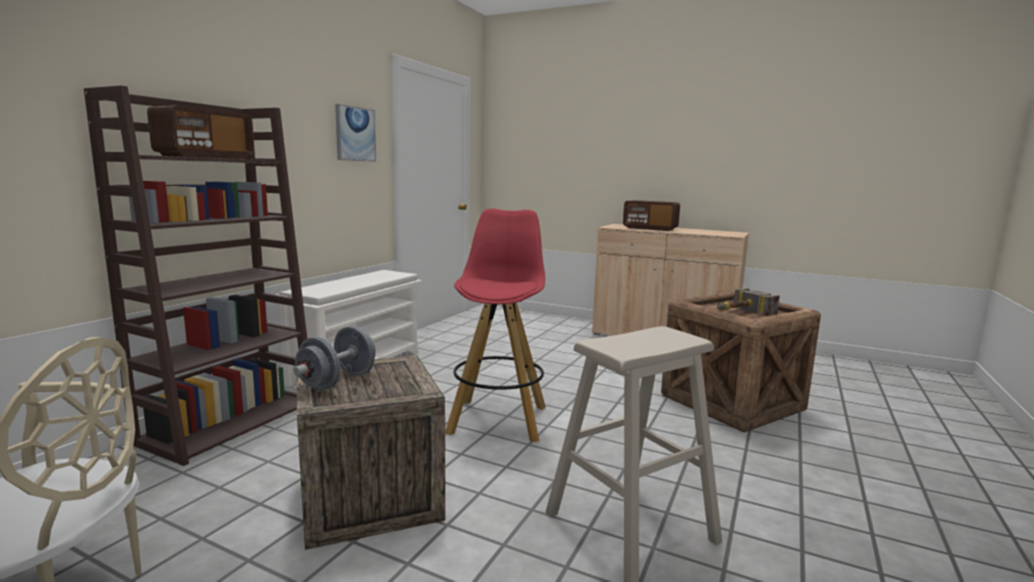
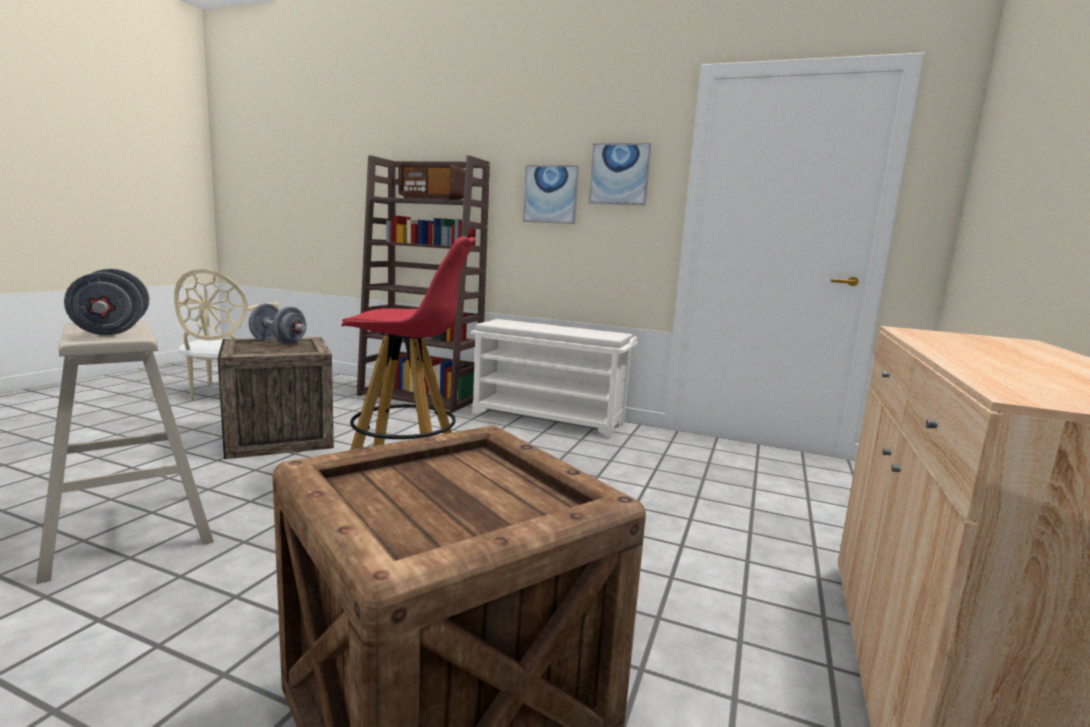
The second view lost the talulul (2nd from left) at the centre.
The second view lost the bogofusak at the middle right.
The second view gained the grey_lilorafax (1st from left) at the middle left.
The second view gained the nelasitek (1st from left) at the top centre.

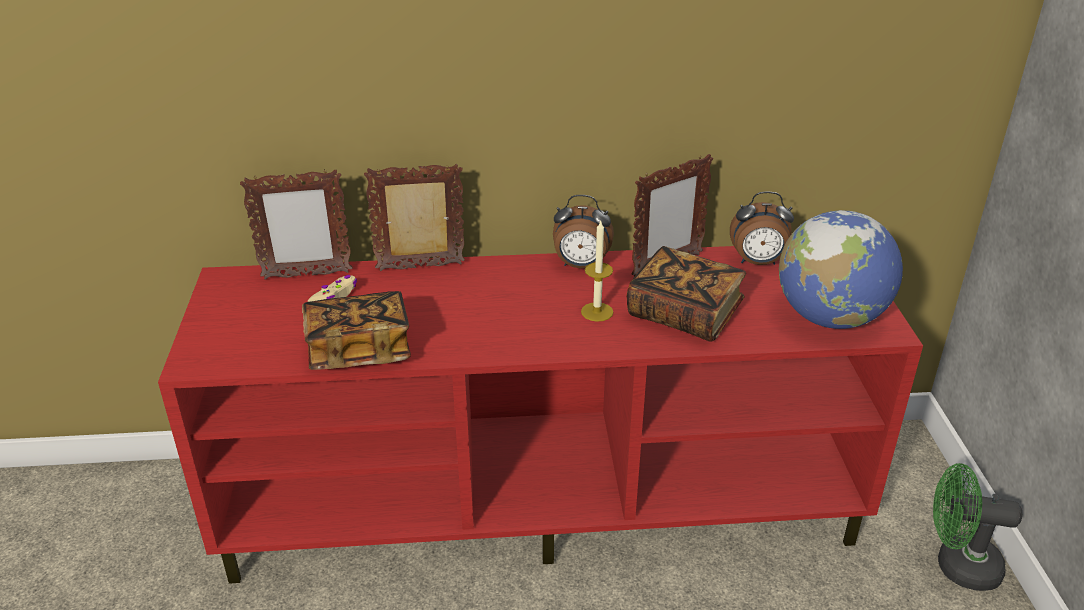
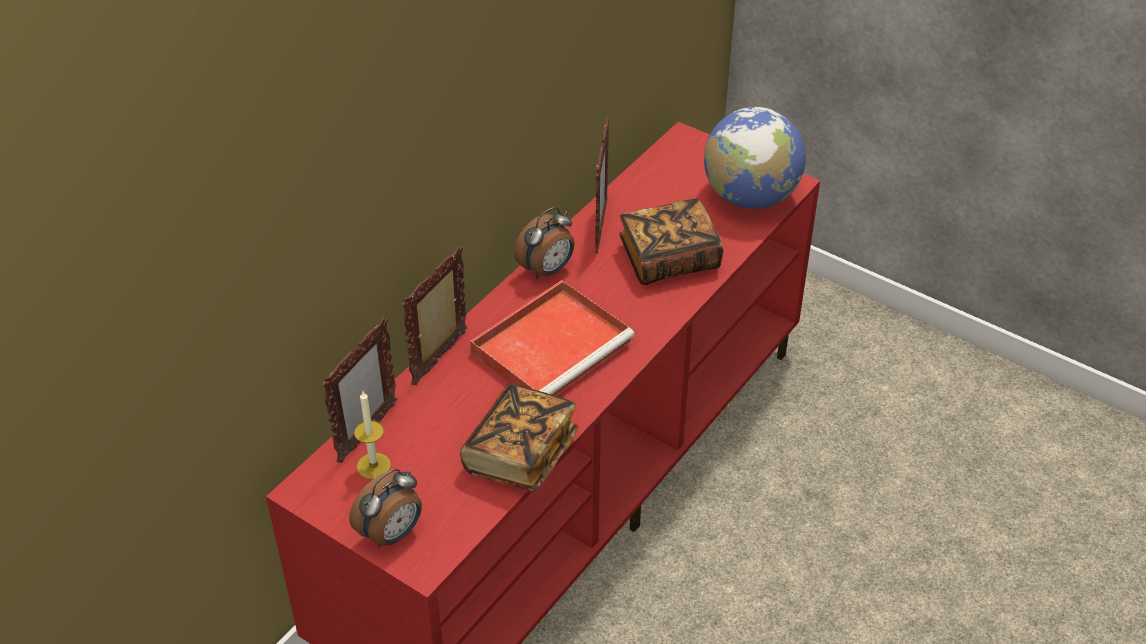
The second view lost the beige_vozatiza at the middle left.
The second view lost the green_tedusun at the bottom right.
The second view gained the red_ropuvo at the centre.
The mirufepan ended up elsewhere, having gone from the centre to the bottom left.
The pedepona (2nd from left in the first image) ended up elsewhere, having gone from the middle right to the bottom centre.

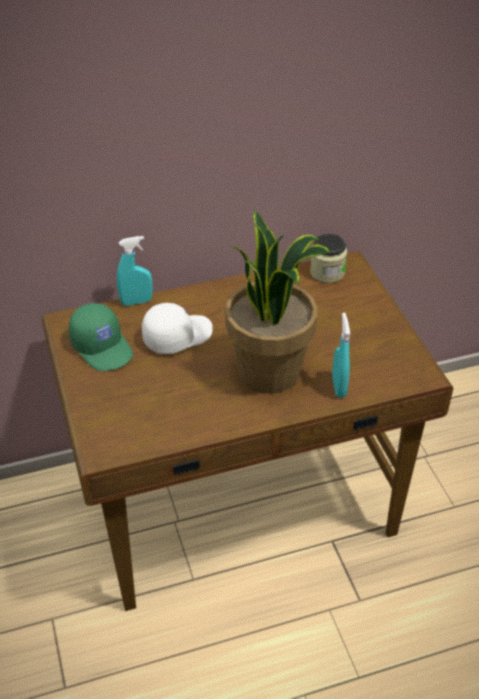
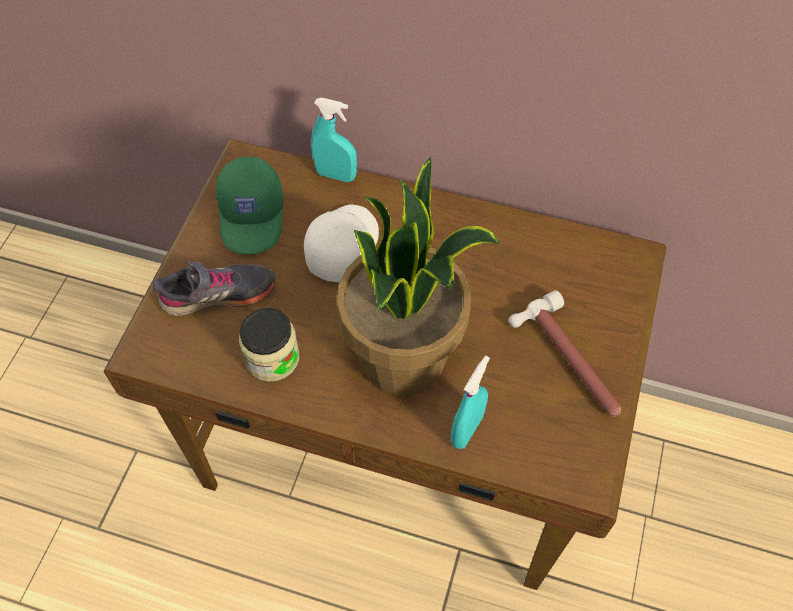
The second view gained the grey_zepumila at the middle left.
The second view gained the bogofusak at the middle right.
The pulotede ended up elsewhere, having gone from the middle right to the centre.
The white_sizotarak at the centre ended up facing another way, 75 degrees counterclockwise from before.

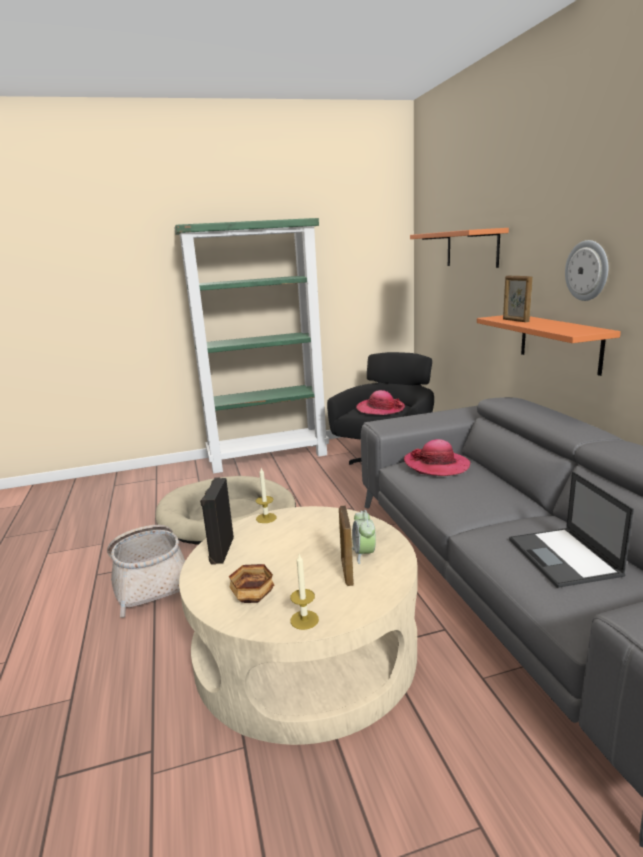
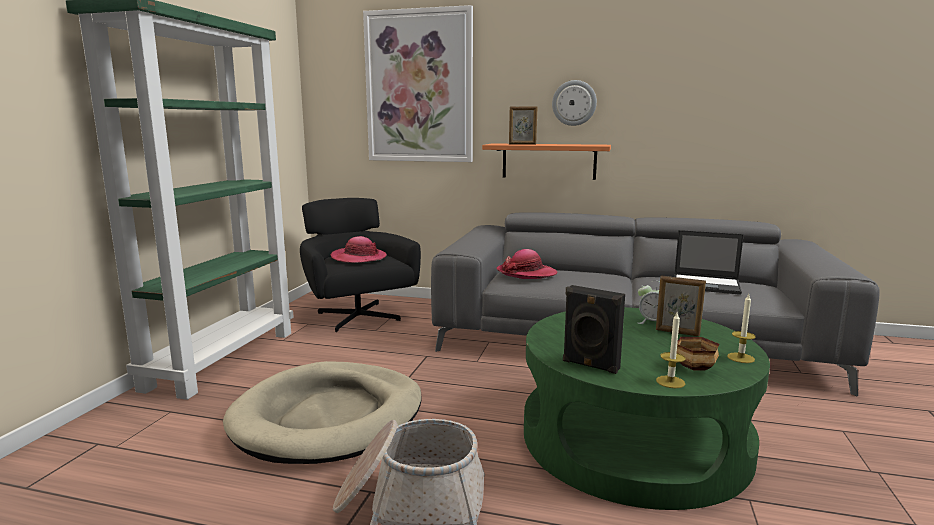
The mirufepan (1st from left) ended up elsewhere, having gone from the centre to the bottom right.
Where the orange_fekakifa (1st from left) hung at the top right, the nelasitek came to hang at the top centre.
What was the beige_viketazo at the bottom centre turned into the green_viketazo at the bottom right.

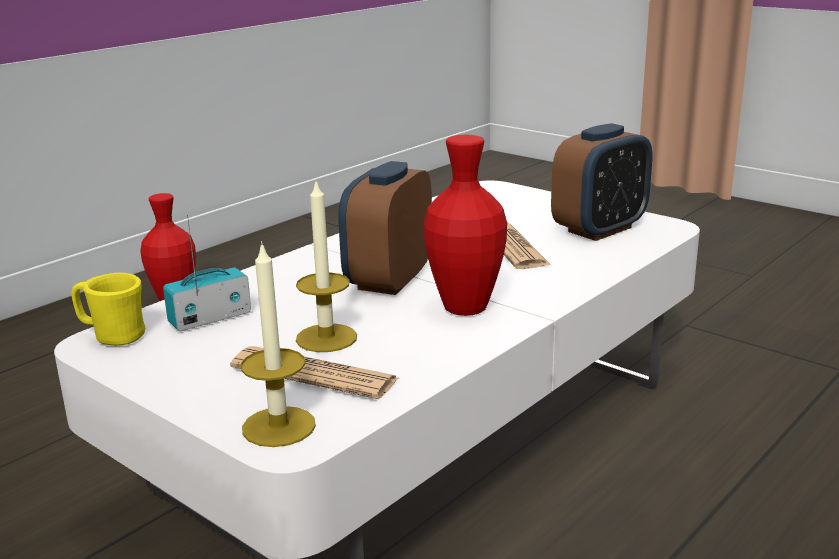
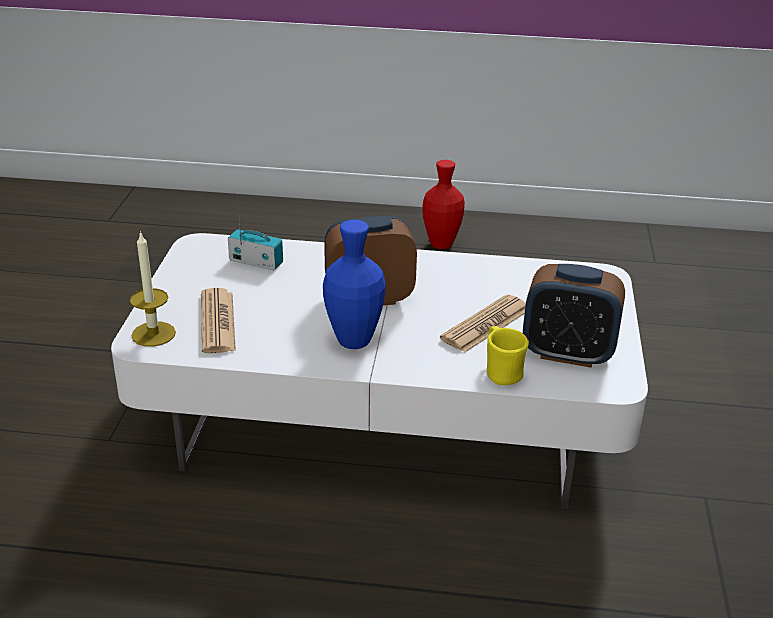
The second view lost the mirufepan (2nd from left) at the centre.
The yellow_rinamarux ended up elsewhere, having gone from the middle left to the centre.
What was the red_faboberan (2nd from left) at the centre turned into the blue_faboberan at the centre.

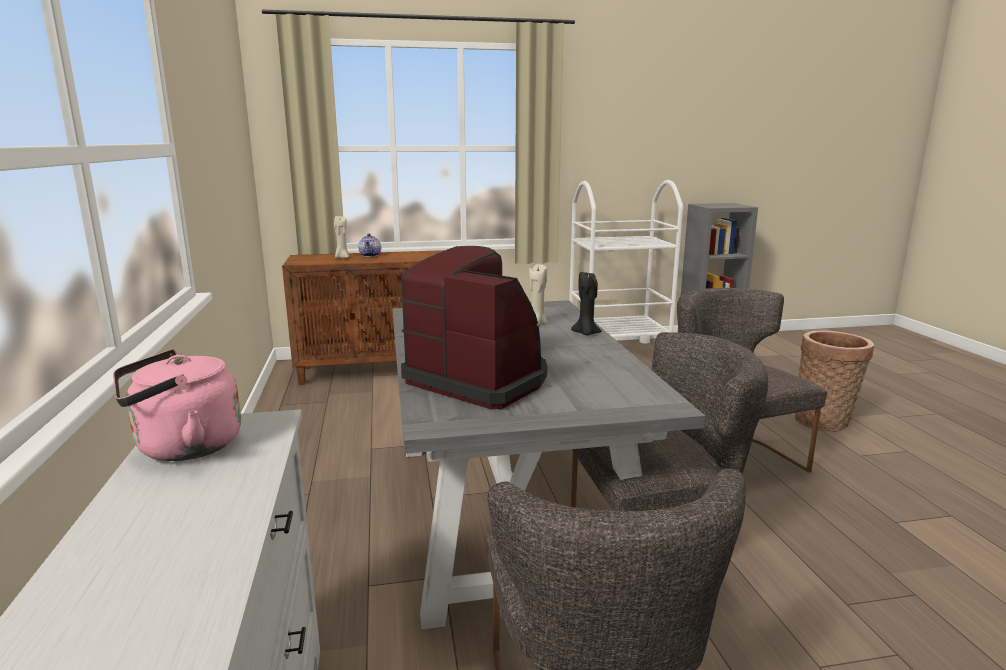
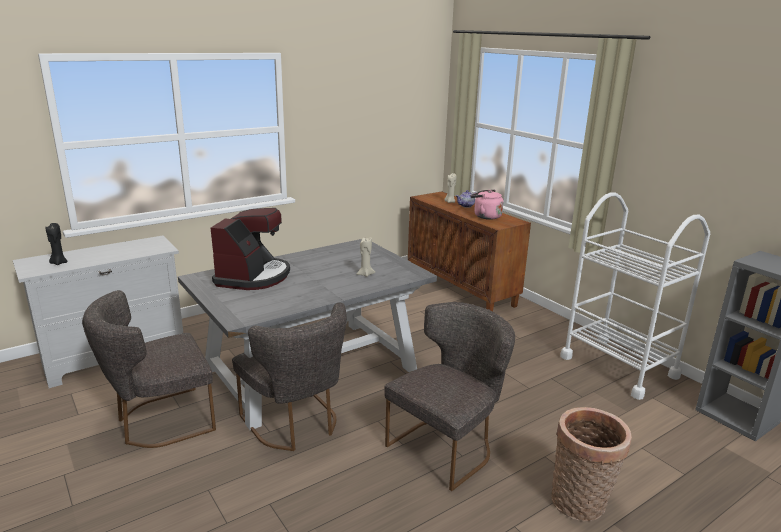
The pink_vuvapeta ended up elsewhere, having gone from the middle left to the centre.
The black_mirufepan ended up elsewhere, having gone from the centre to the middle left.

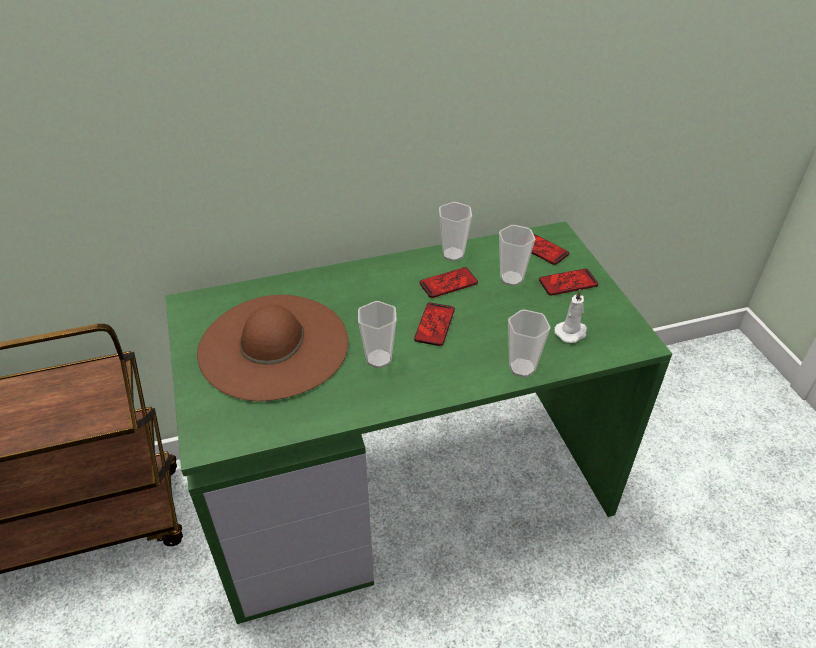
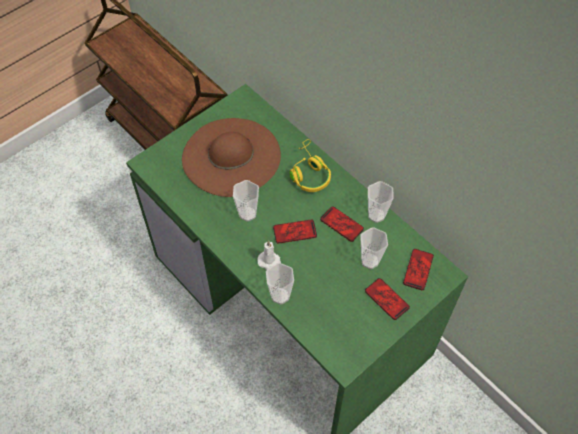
The second view gained the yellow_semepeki at the centre.
The white_mirufepan ended up elsewhere, having gone from the middle right to the centre.

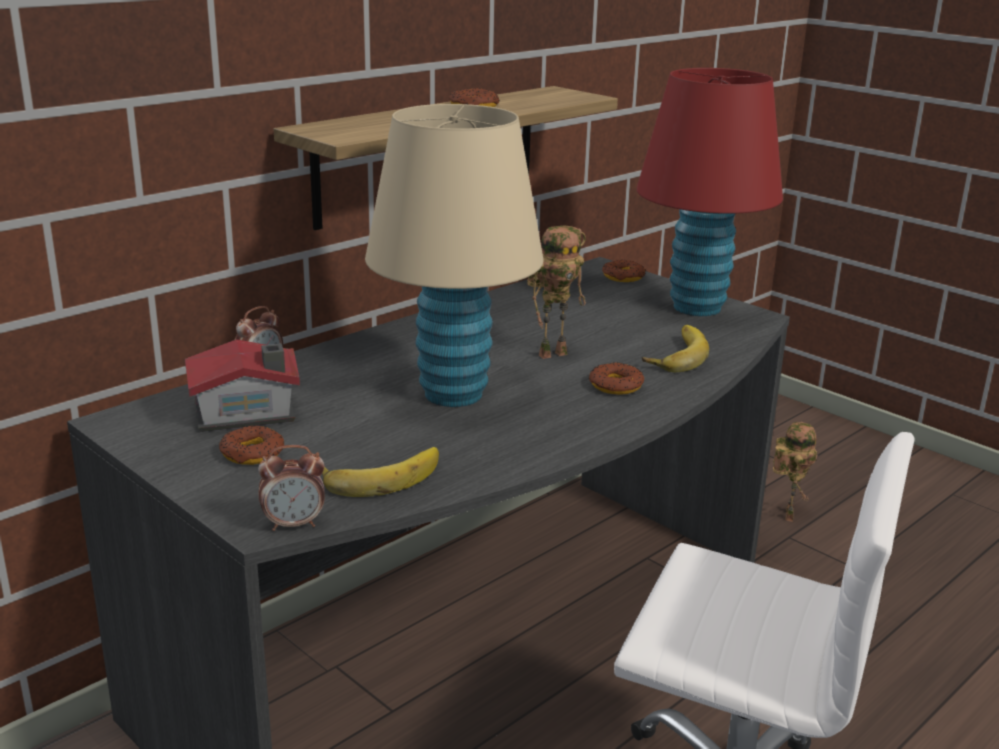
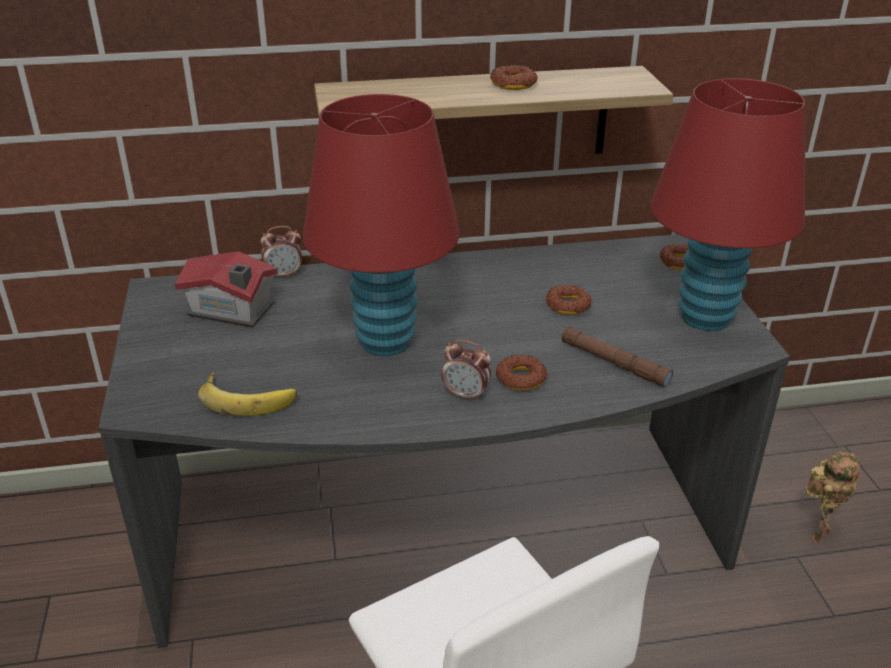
The second view lost the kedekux (1st from left) at the centre.
The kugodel (1st from left in the first image) ended up elsewhere, having gone from the middle left to the centre.
The pedepona (2nd from left) ended up elsewhere, having gone from the middle left to the centre.
Where the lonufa (2nd from left) stood at the middle right, the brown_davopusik came to stand at the middle right.
What was the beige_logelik at the centre turned into the red_logelik (1st from left) at the centre.

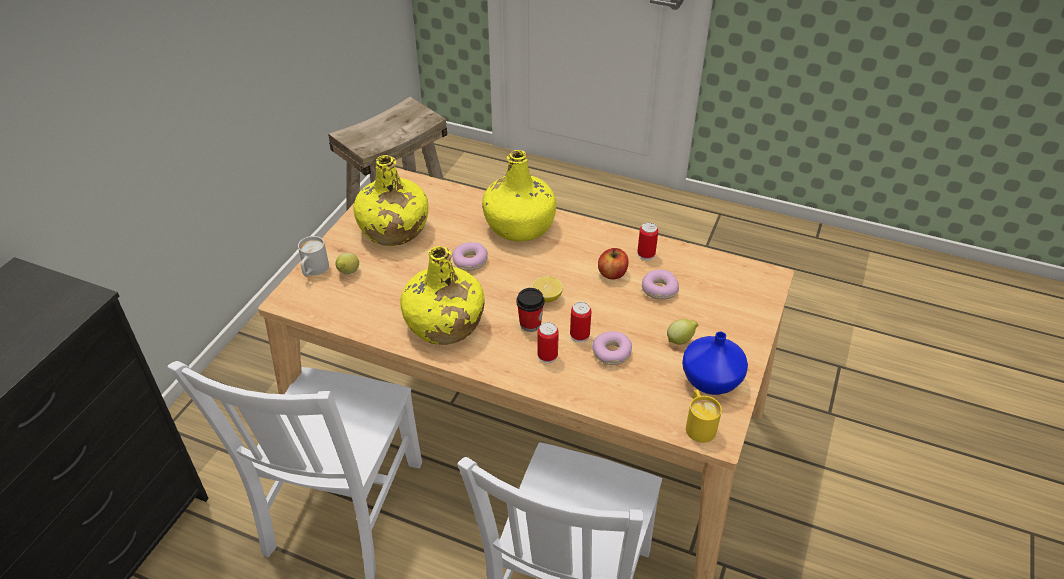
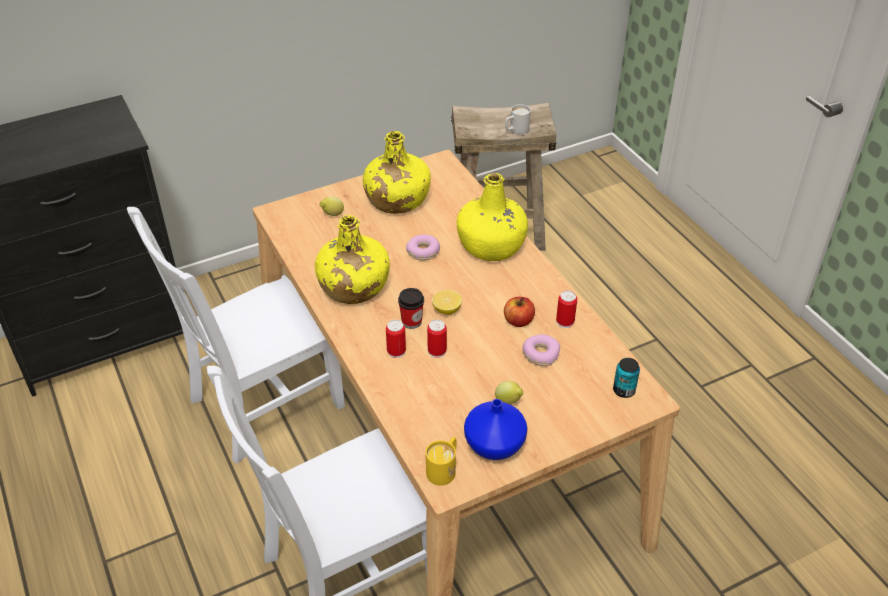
The second view lost the kugodel (2nd from left) at the centre.
The second view gained the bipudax (4th from left) at the middle right.
The white_rinamarux ended up elsewhere, having gone from the middle left to the top centre.

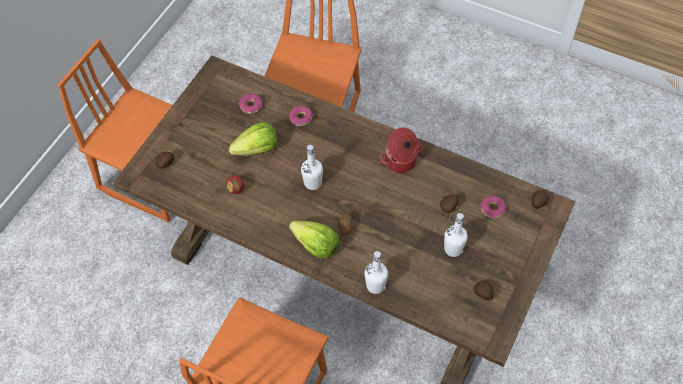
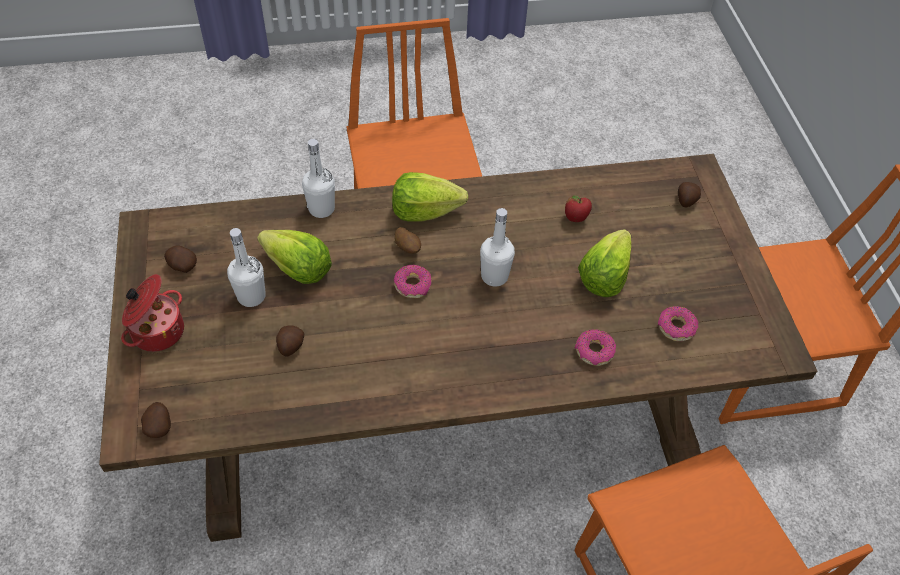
The second view gained the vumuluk (1st from left) at the middle left.
The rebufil ended up elsewhere, having gone from the centre to the middle left.
The kugodel (3rd from left in the first image) ended up elsewhere, having gone from the middle right to the centre.

